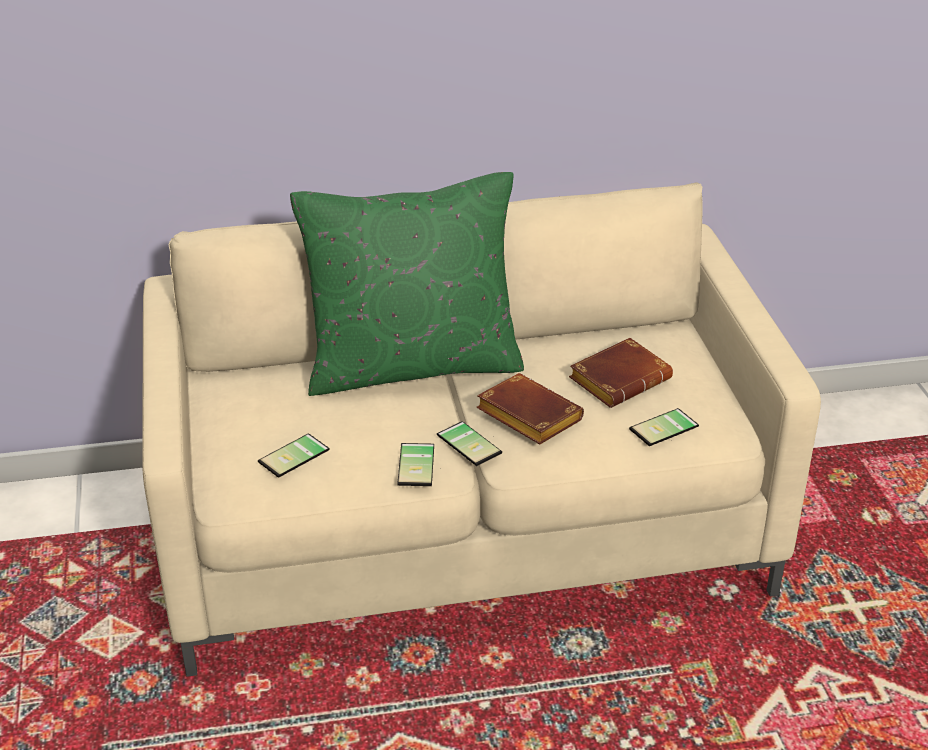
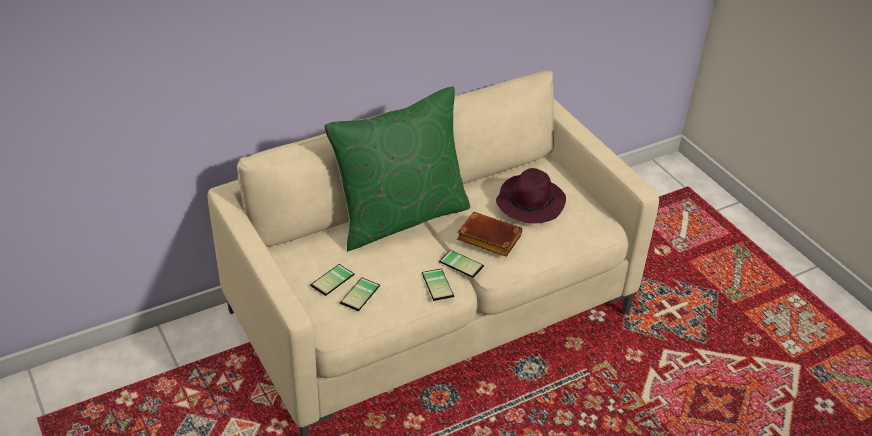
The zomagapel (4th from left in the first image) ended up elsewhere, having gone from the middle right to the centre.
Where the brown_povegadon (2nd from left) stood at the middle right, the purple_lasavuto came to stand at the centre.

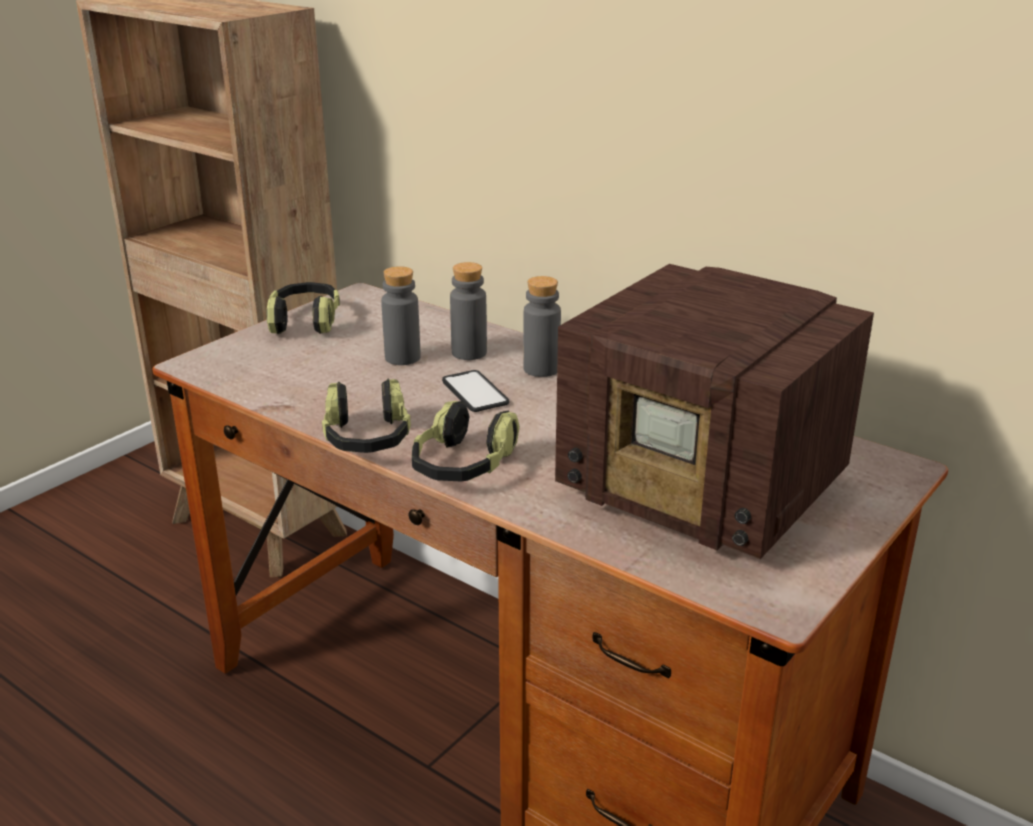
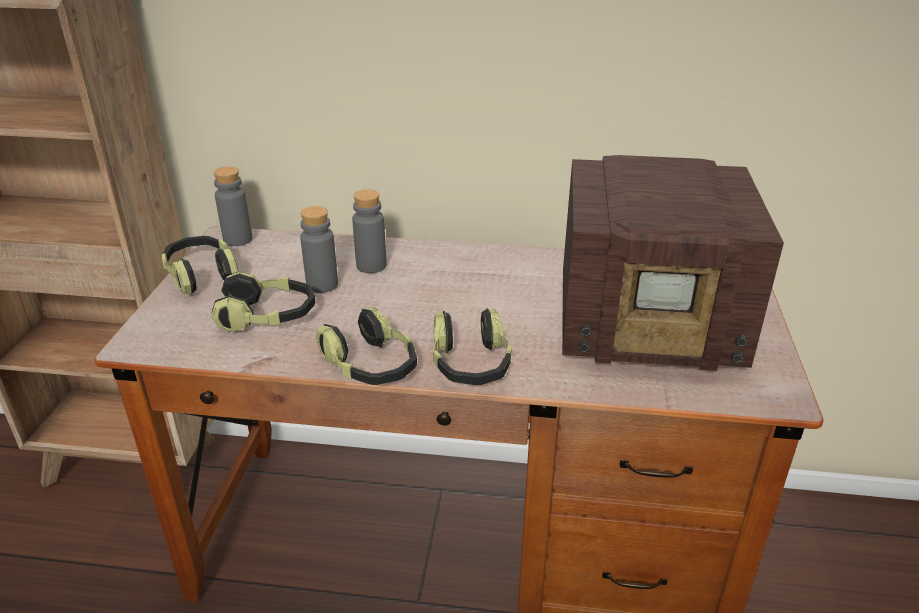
The second view lost the zomagapel at the centre.
The second view gained the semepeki (2nd from left) at the middle left.
The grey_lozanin (3rd from left in the first image) ended up elsewhere, having gone from the centre to the middle left.

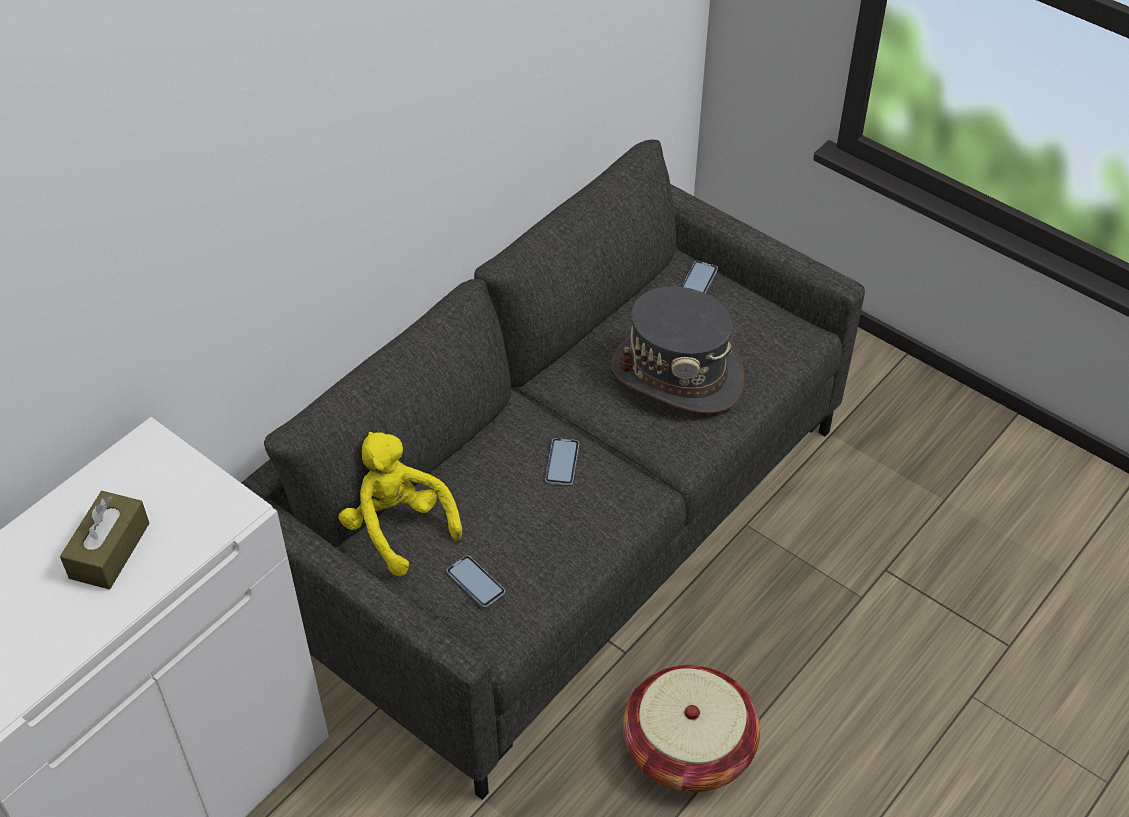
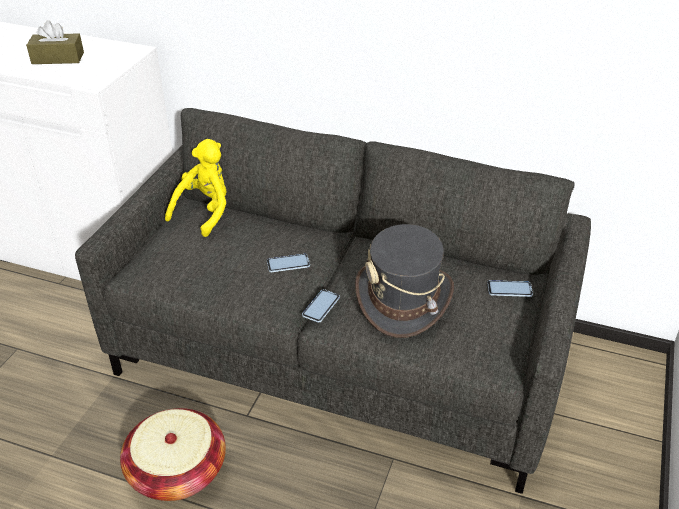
The zomagapel (1st from left in the first image) ended up elsewhere, having gone from the bottom centre to the centre.

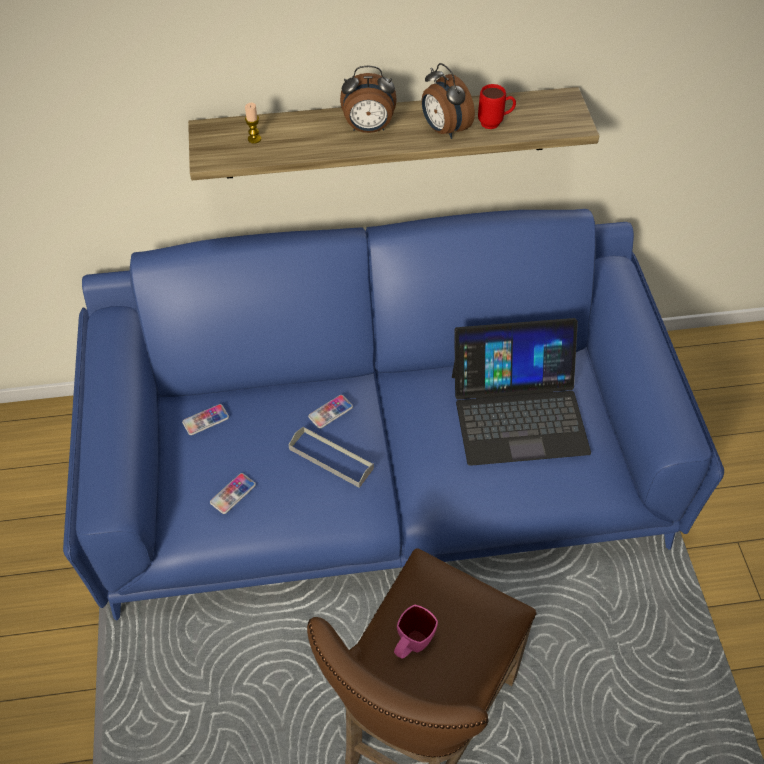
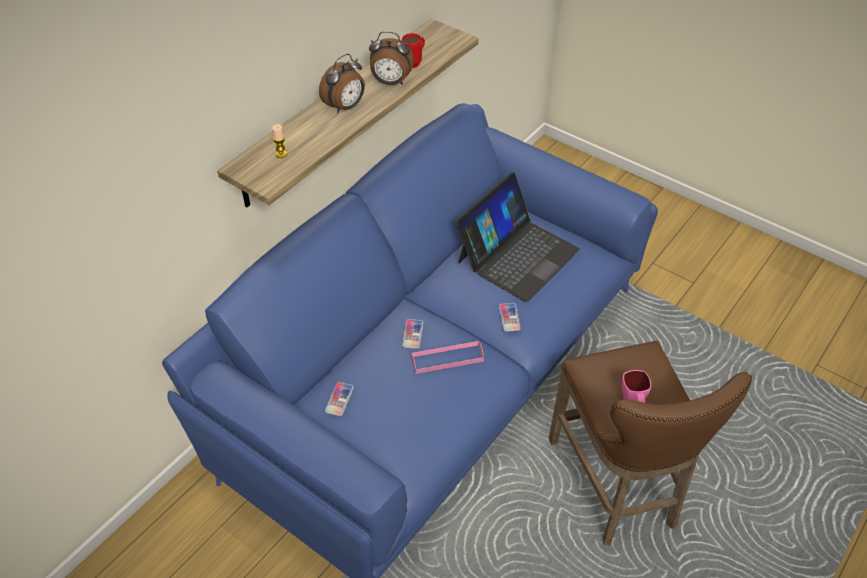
The zomagapel (2nd from left in the first image) ended up elsewhere, having gone from the middle left to the centre.
What was the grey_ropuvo at the centre turned into the pink_ropuvo at the centre.

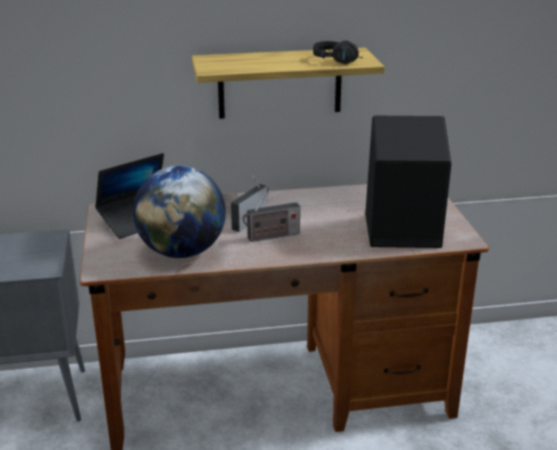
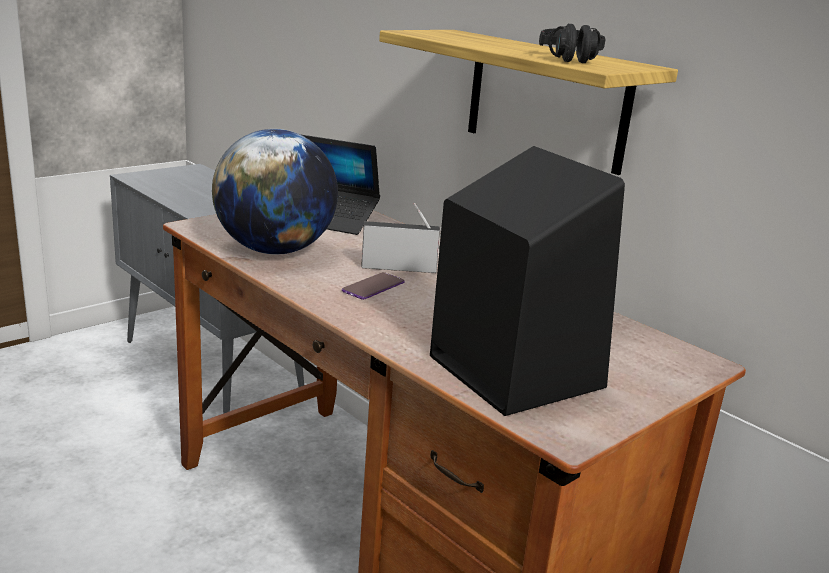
Where the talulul (2nd from left) stood at the centre, the zomagapel came to stand at the centre.

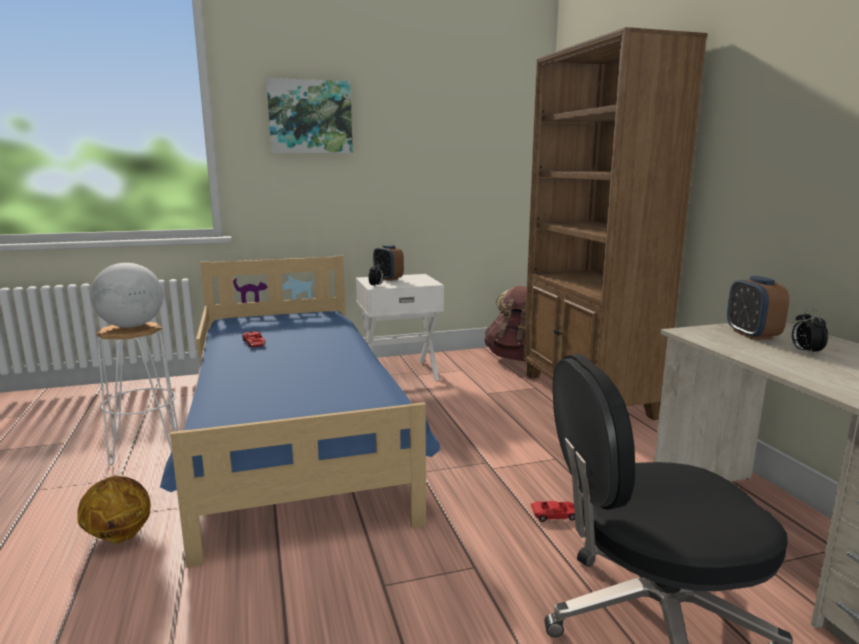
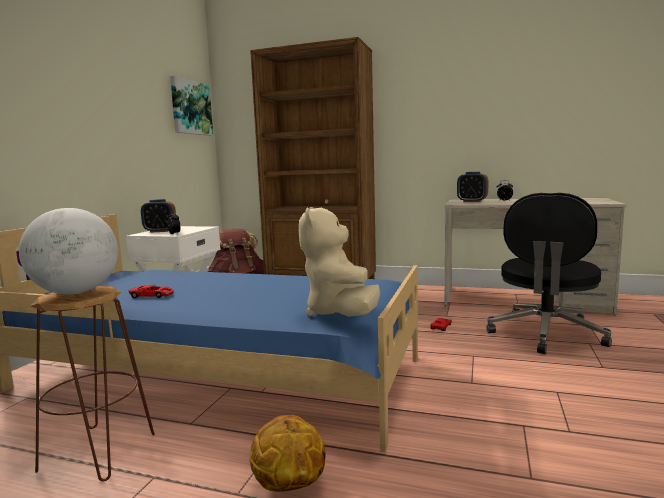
The second view gained the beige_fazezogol at the centre.
The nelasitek ended up elsewhere, having gone from the top centre to the top left.
What was the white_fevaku at the middle left turned into the brown_fevaku at the bottom left.

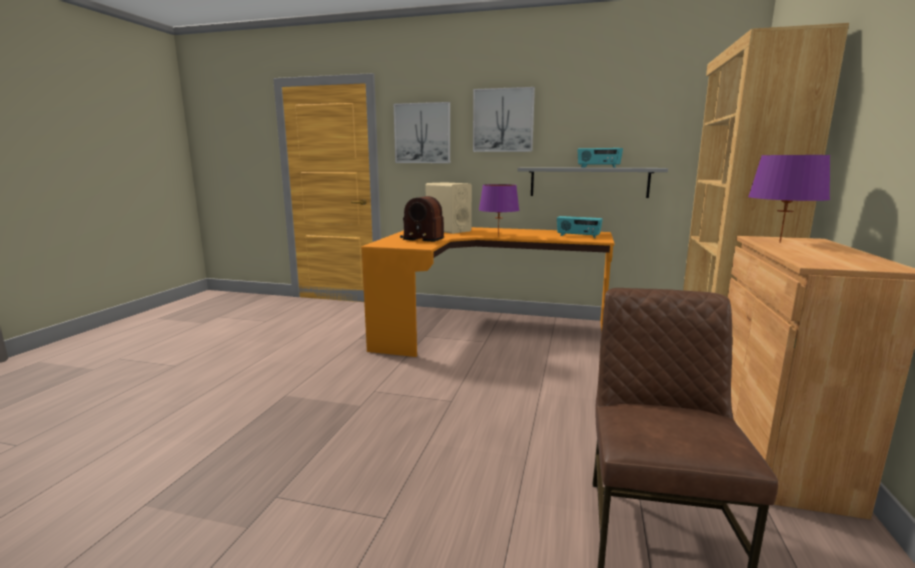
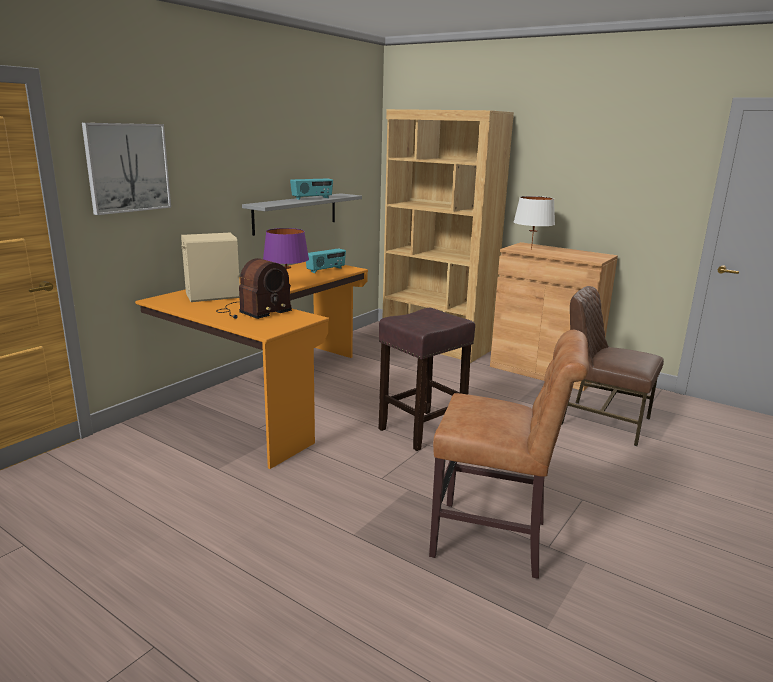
The second view lost the nelasitek (2nd from left) at the top centre.
The second view gained the brown_fevaku at the centre.
The second view gained the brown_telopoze (1st from left) at the centre.
What was the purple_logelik (2nd from left) at the middle right turned into the white_logelik at the top right.

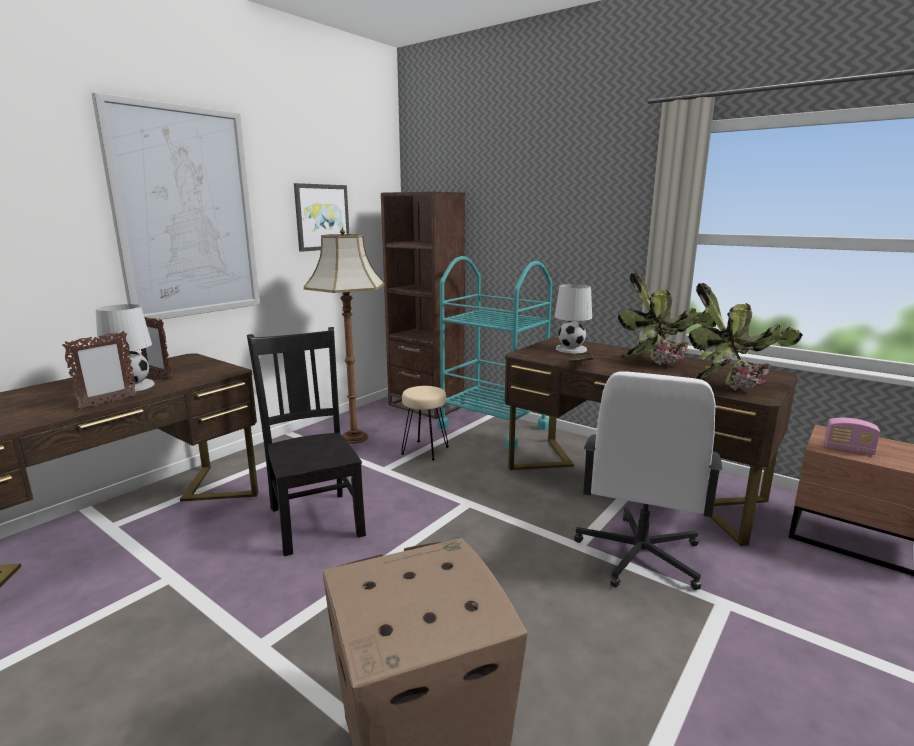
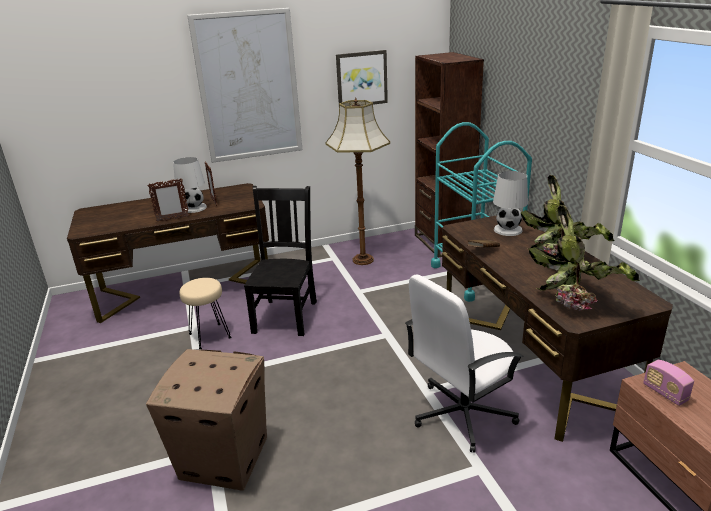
The beige_fevaku ended up elsewhere, having gone from the centre to the middle left.

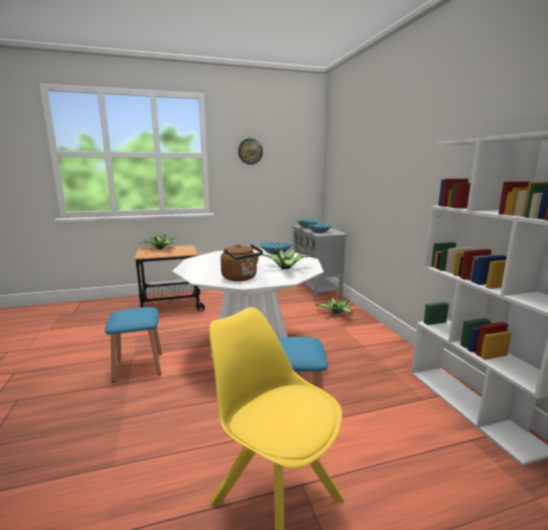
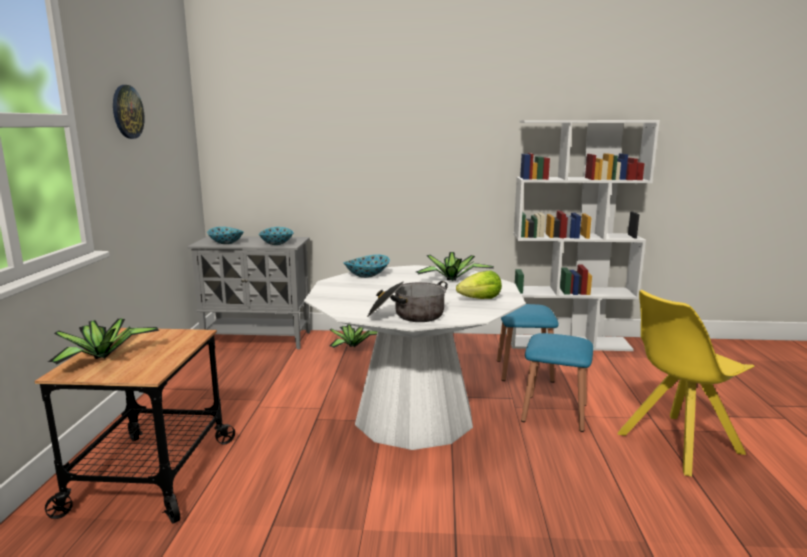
The second view gained the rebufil at the centre.
The blue_fevaku (1st from left) ended up elsewhere, having gone from the middle left to the centre.
Where the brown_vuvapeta stood at the centre, the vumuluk came to stand at the centre.

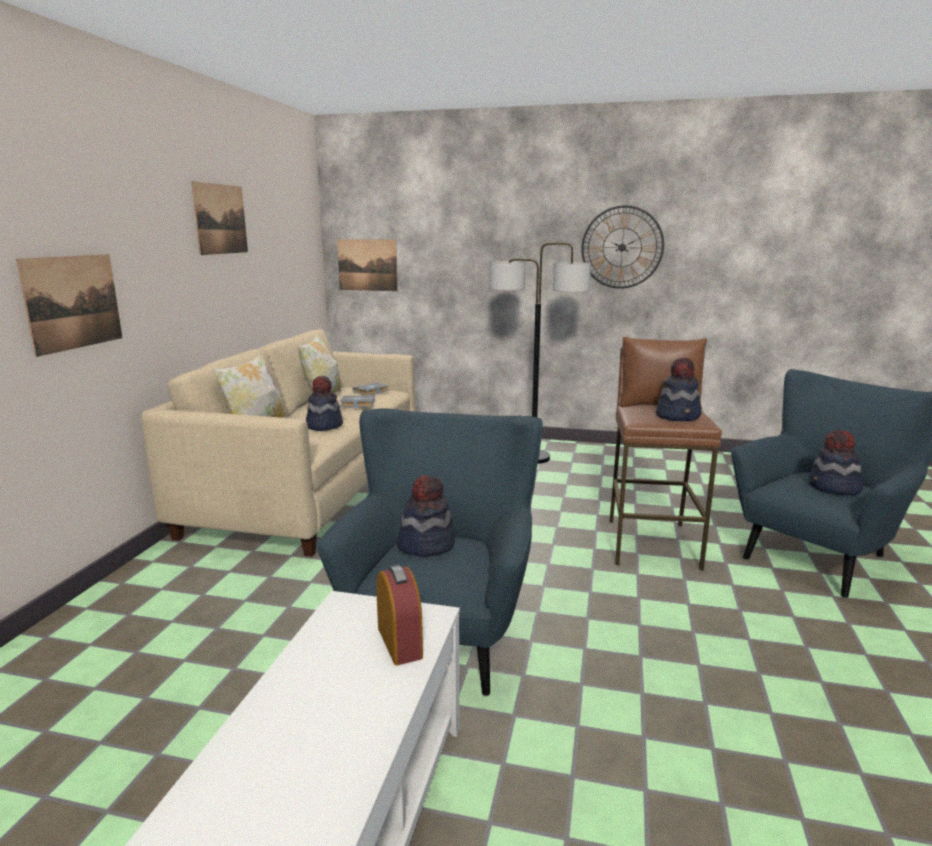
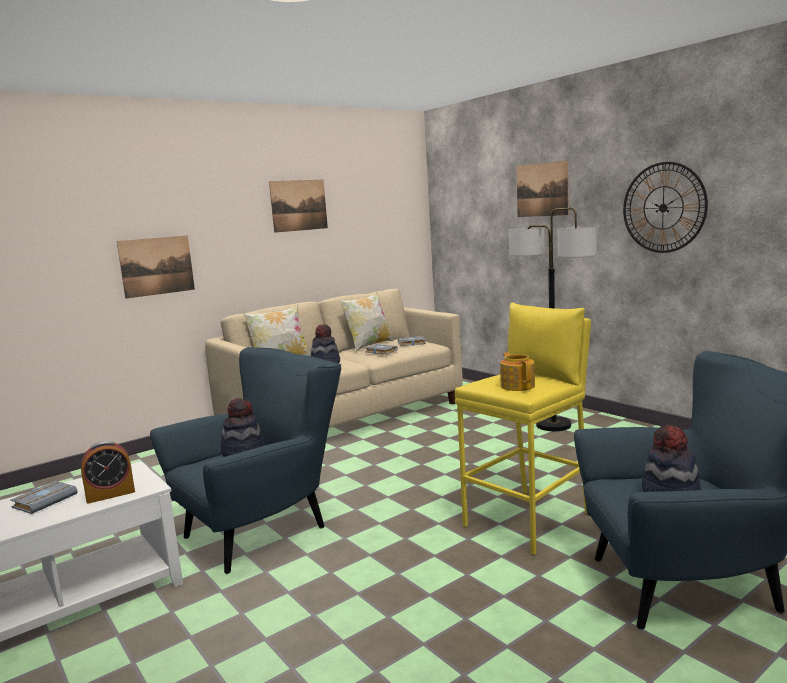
The second view gained the grey_povegadon (1st from left) at the bottom left.
The nelasitek (3rd from left) ended up elsewhere, having gone from the top centre to the top right.
Where the lasavuto (3rd from left) stood at the middle right, the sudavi came to stand at the centre.
What was the brown_fevaku at the middle right turned into the yellow_fevaku at the centre.
The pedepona at the bottom centre ended up facing another way, 45 degrees clockwise from before.

